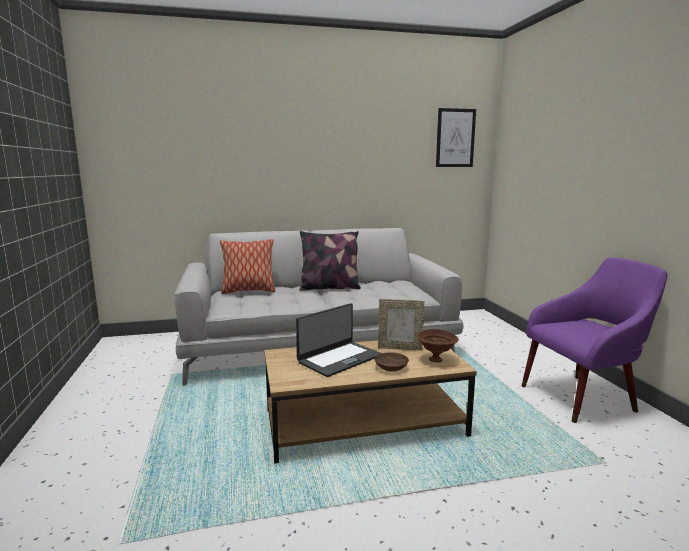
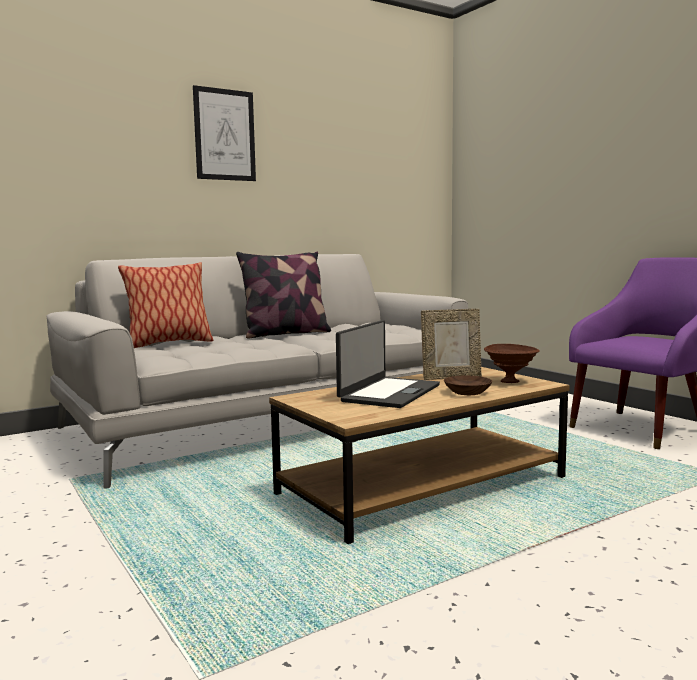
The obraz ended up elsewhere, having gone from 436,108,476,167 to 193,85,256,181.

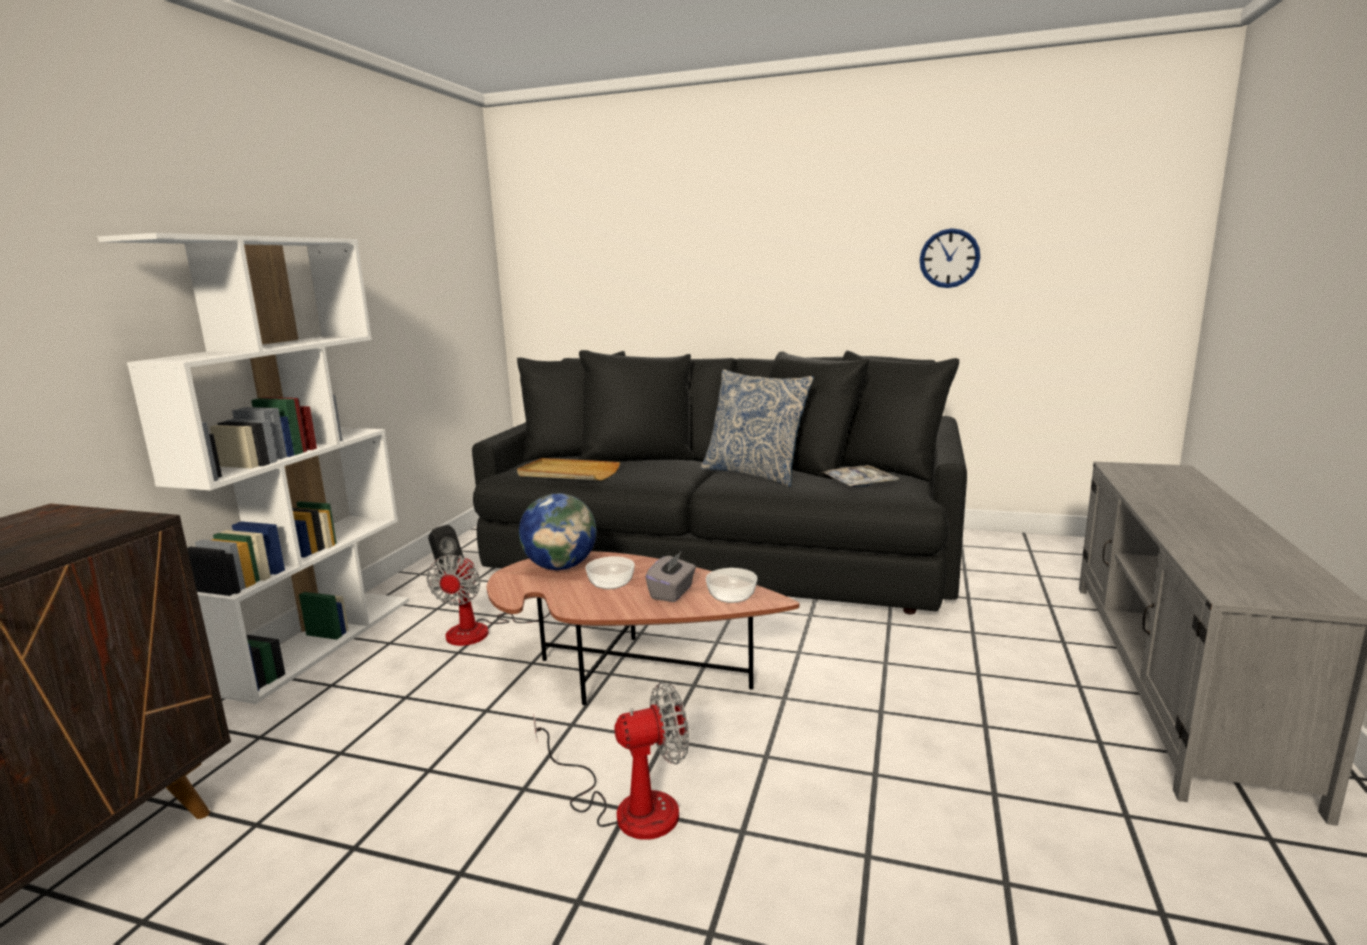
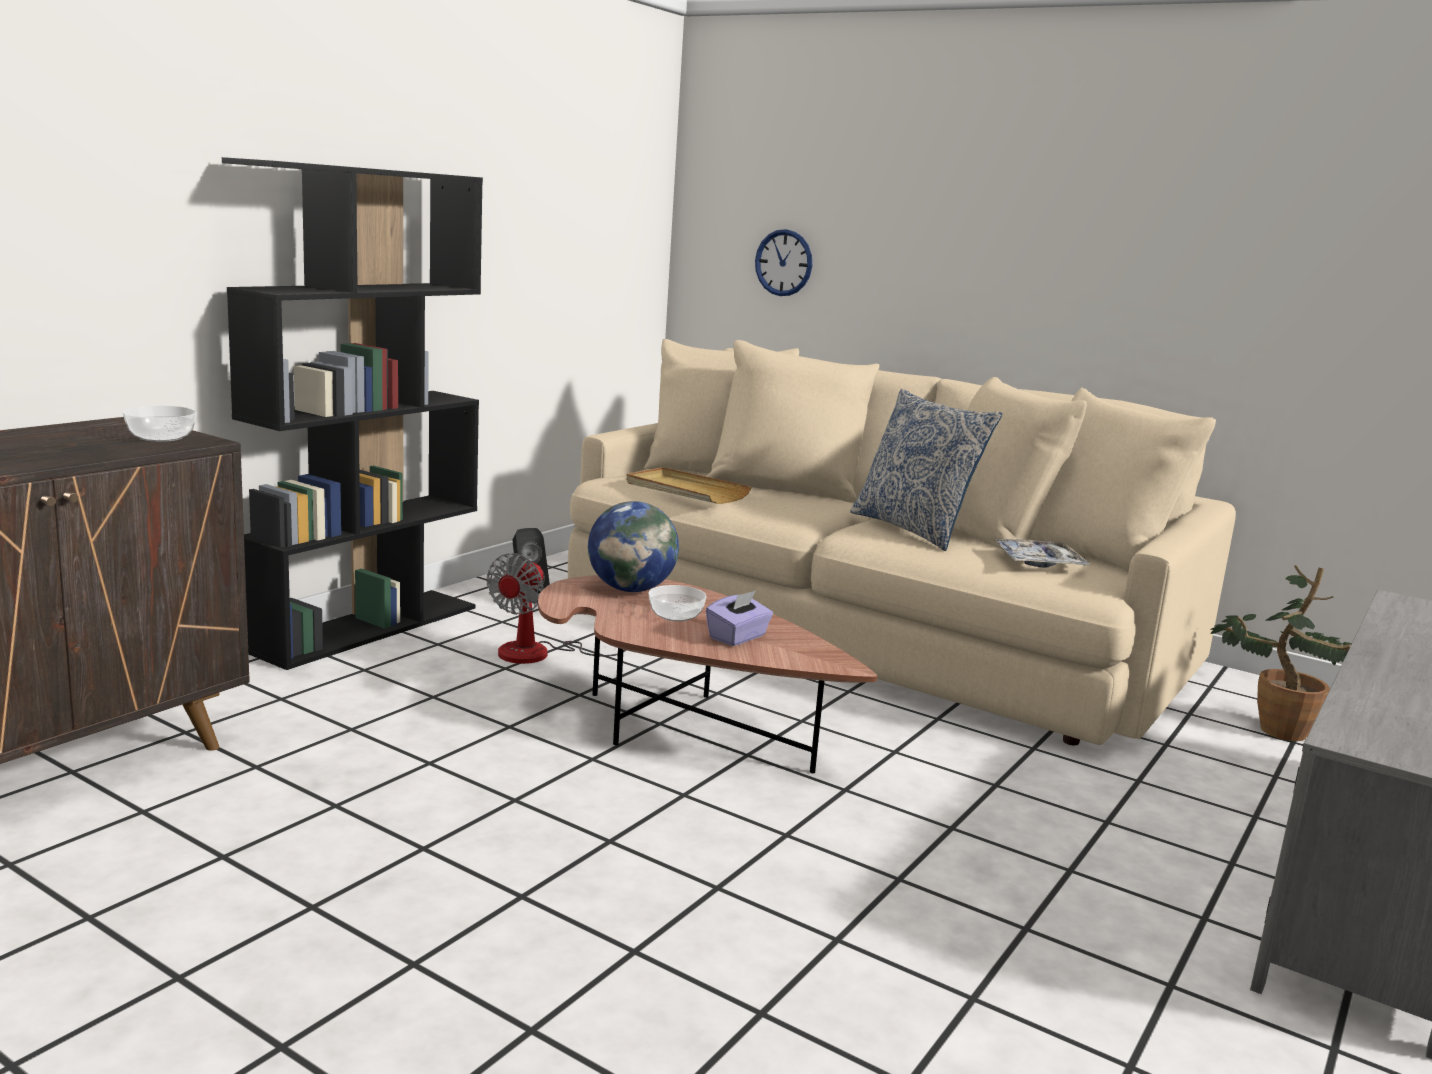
The miska ended up elsewhere, having gone from 706,568,757,603 to 123,406,197,442. What was the regał (biały) at 97,233,409,704 turned into the regał (czarny) at 222,157,483,670. What was the kanapa (czarny) at 472,350,967,614 turned into the kanapa (beżowy) at 568,339,1236,745. What was the pudełko chusteczek (szary) at 645,552,696,602 turned into the pudełko chusteczek (fioletowy) at 706,591,773,646. The zegar ścienny ended up elsewhere, having gone from 920,228,980,288 to 755,229,812,296. The second view gained the roślina doniczkowa at 1210,565,1352,741. The second view lost the wentylator at 533,682,689,840.

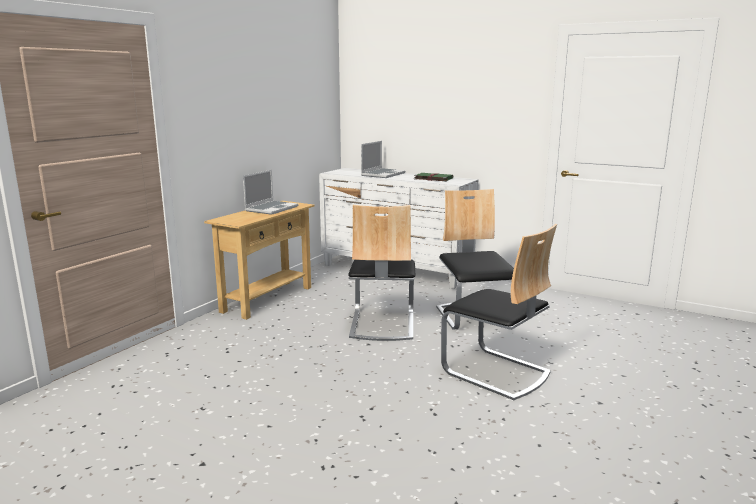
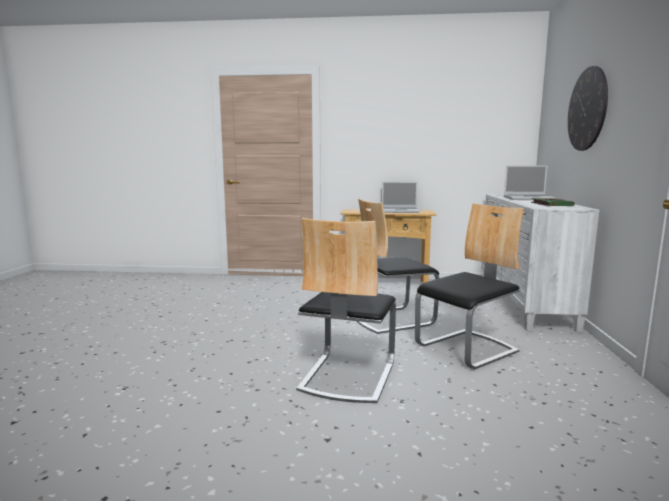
The second view gained the zegar ścienny at 568,66,608,151.

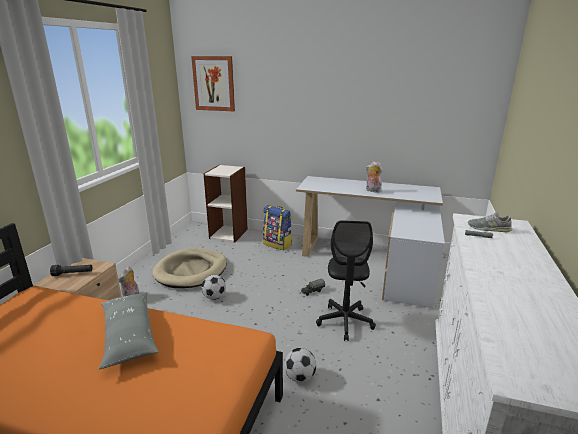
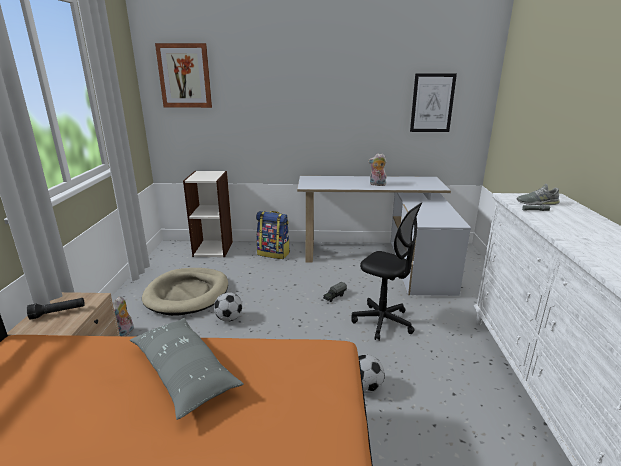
The krzesło biurowe (czarny) at 316,220,376,341 ended up facing another way, 45 degrees counterclockwise from before. The second view gained the obraz at 410,73,457,132.

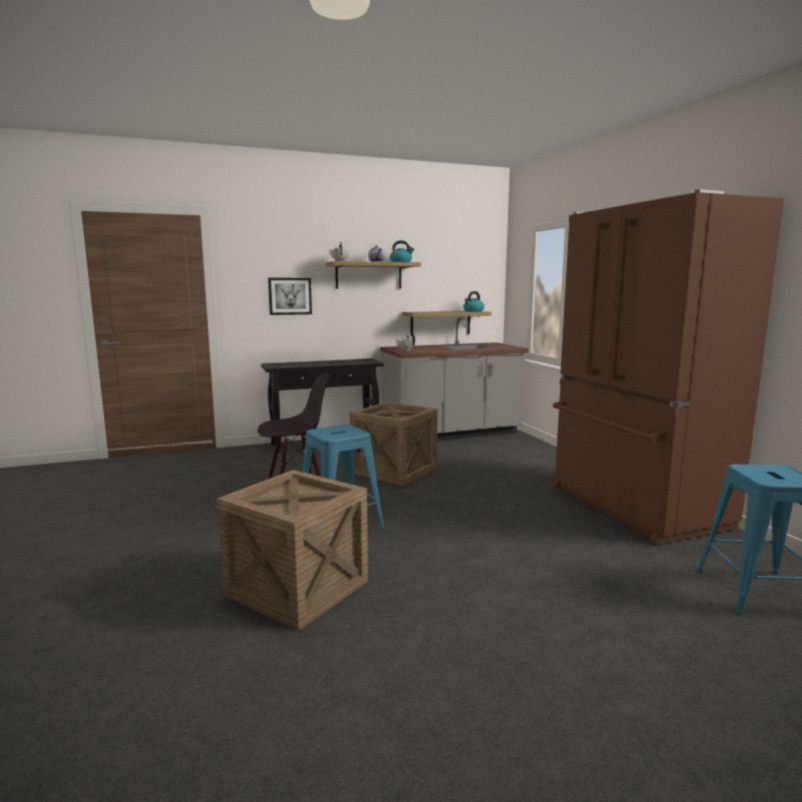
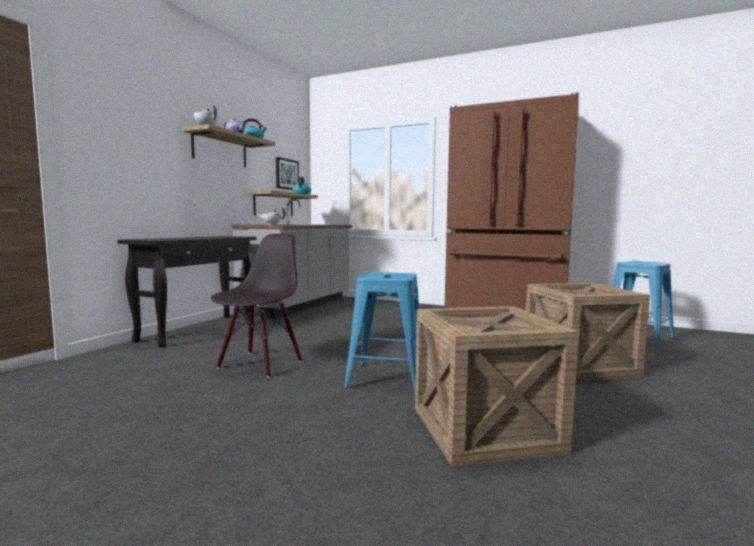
The obraz ended up elsewhere, having gone from 268,278,312,315 to 276,157,299,190. The skrzynka ended up elsewhere, having gone from 350,402,438,486 to 526,283,650,381.

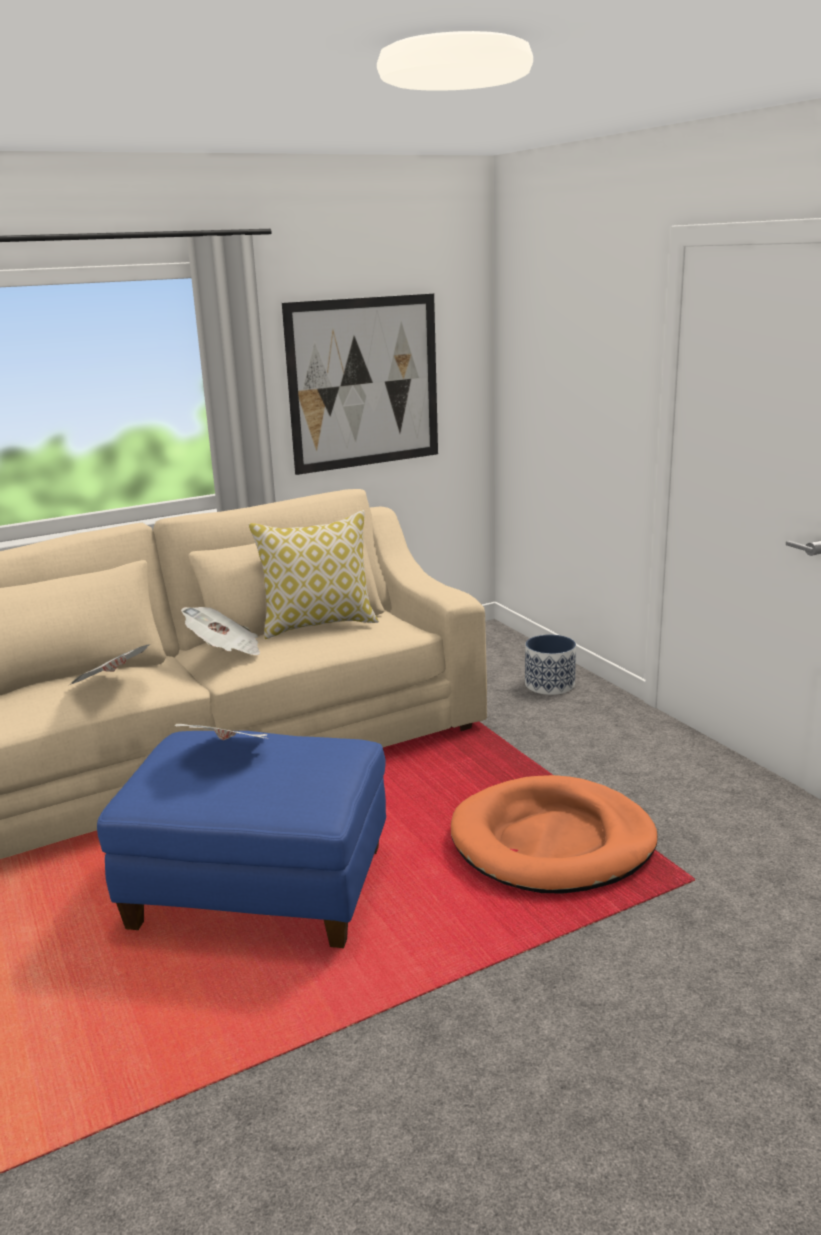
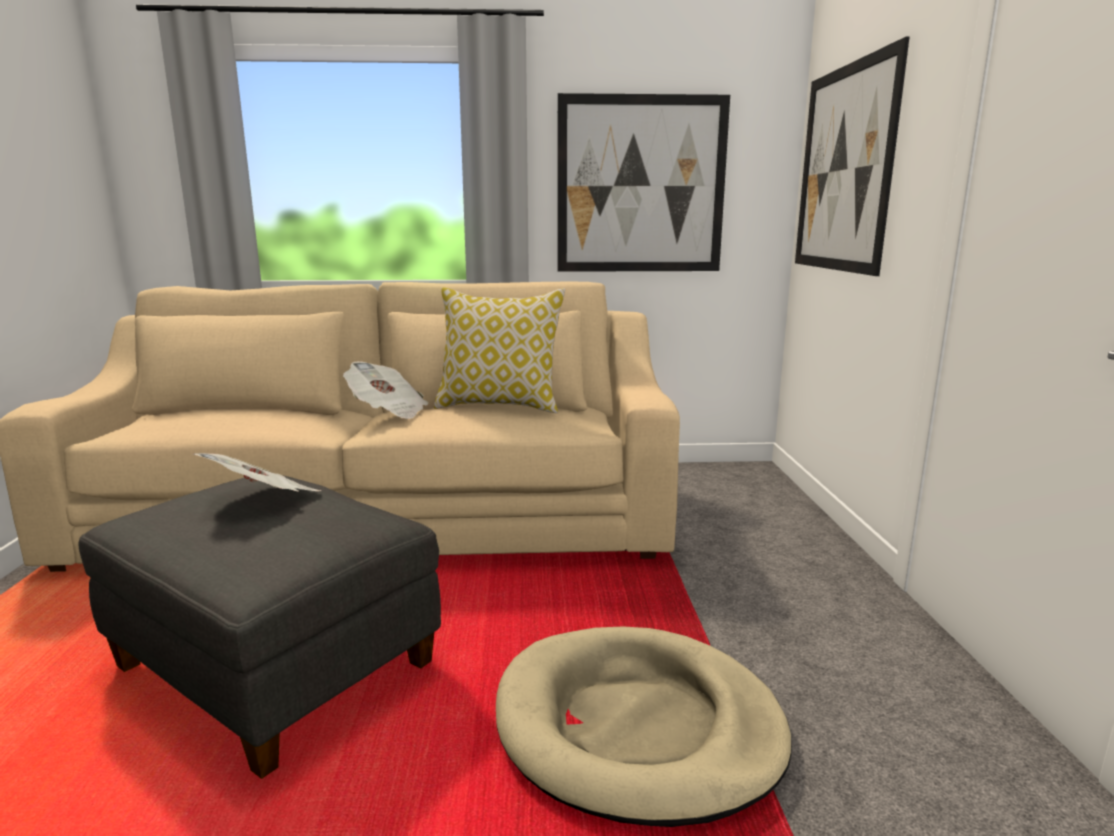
What was the pufa (niebieski) at 97,731,386,948 turned into the pufa (szary) at 79,476,441,779. What was the legowisko (pomarańczowy) at 451,775,658,894 turned into the legowisko (beżowy) at 496,626,792,827. The second view gained the obraz at 795,37,909,276. The second view lost the gazeta at 70,644,150,685. The second view lost the donica at 525,634,576,695.

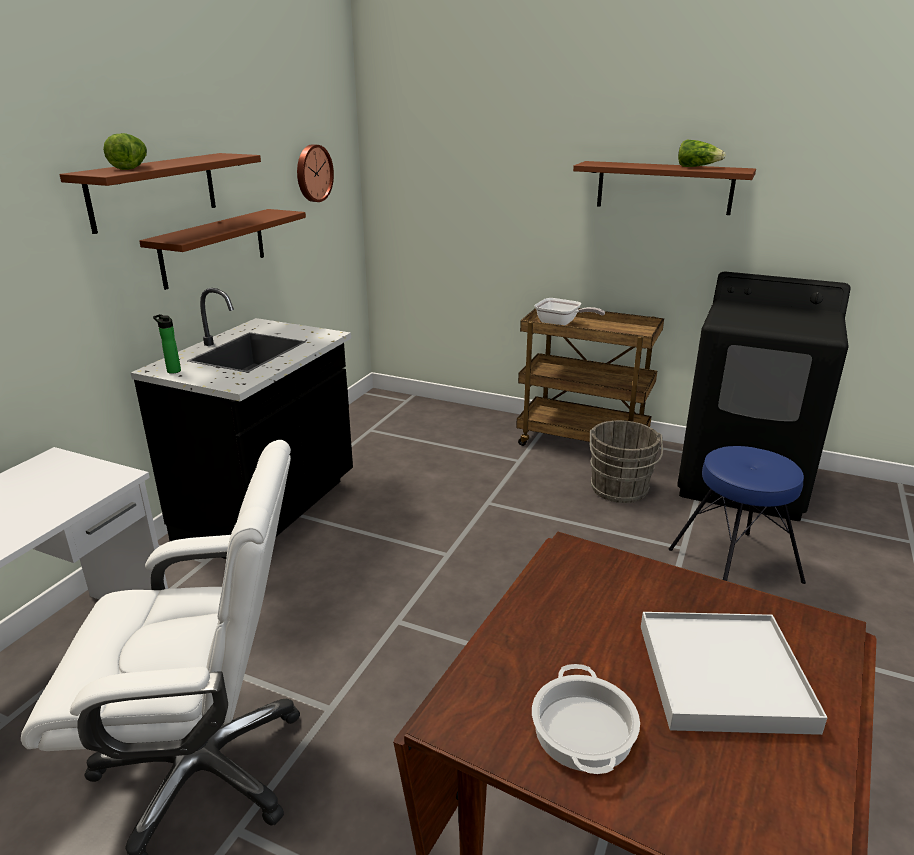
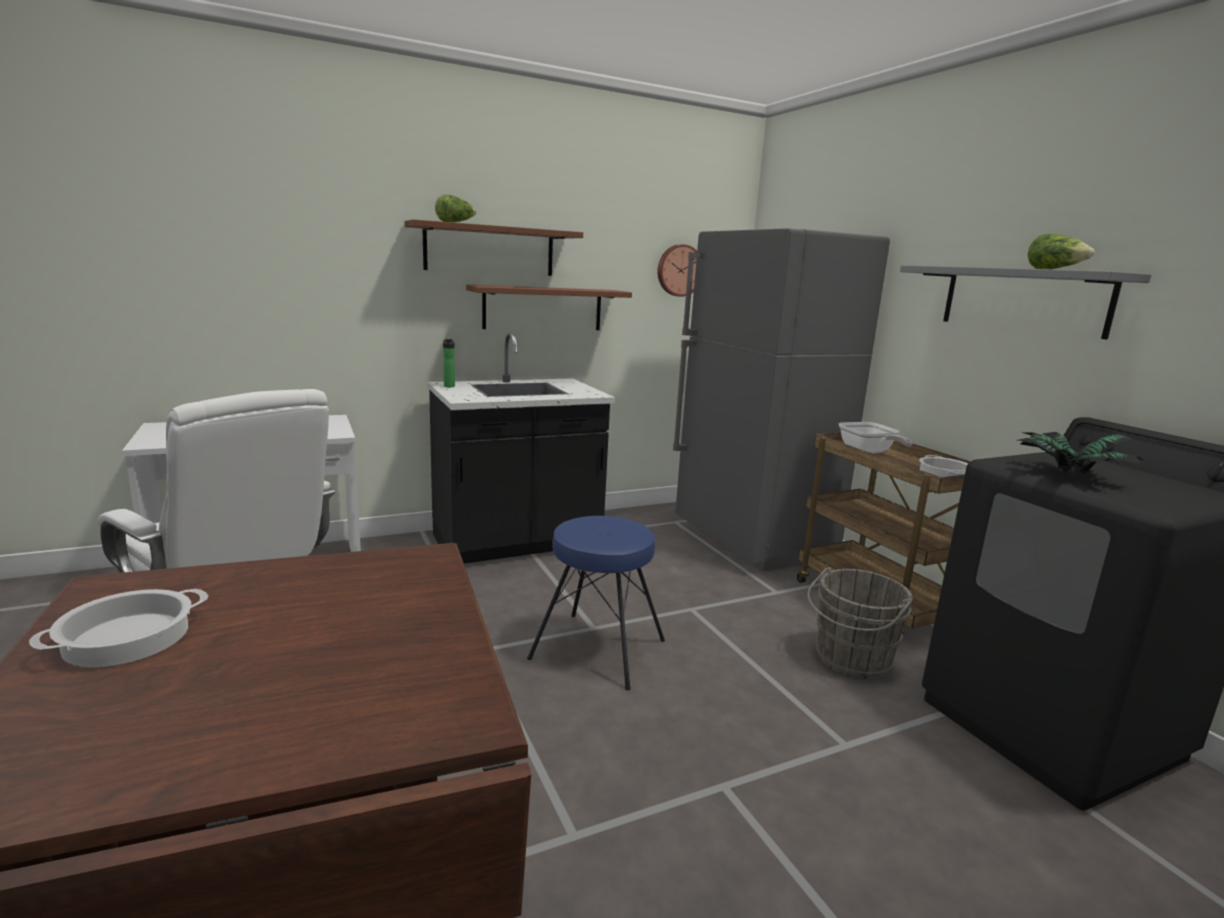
The stołek (niebieski) ended up elsewhere, having gone from 669,446,806,584 to 527,516,665,691. The second view gained the lodówka (szary) at 673,228,890,571. What was the półka (brązowy) at 573,161,756,215 turned into the półka (szary) at 900,265,1151,340. The second view gained the garnek at 919,455,968,477. The second view gained the roślina doniczkowa at 1018,432,1144,474. The second view lost the taca (biały) at 641,612,827,735.

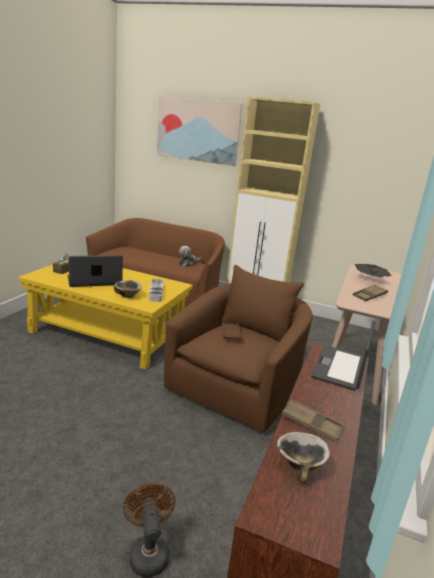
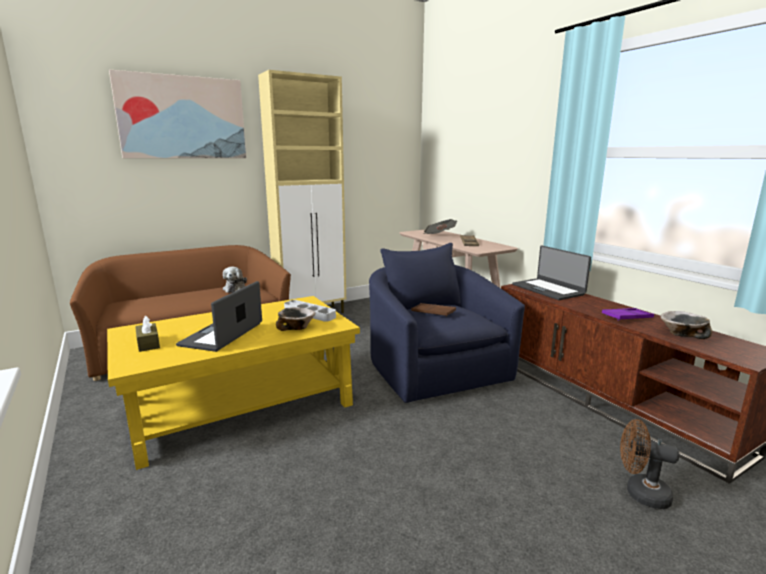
What was the fotel (brązowy) at 164,265,313,432 turned into the fotel (niebieski) at 369,243,525,403. What was the taca (brązowy) at 282,399,344,442 turned into the taca (fioletowy) at 602,308,654,321.

